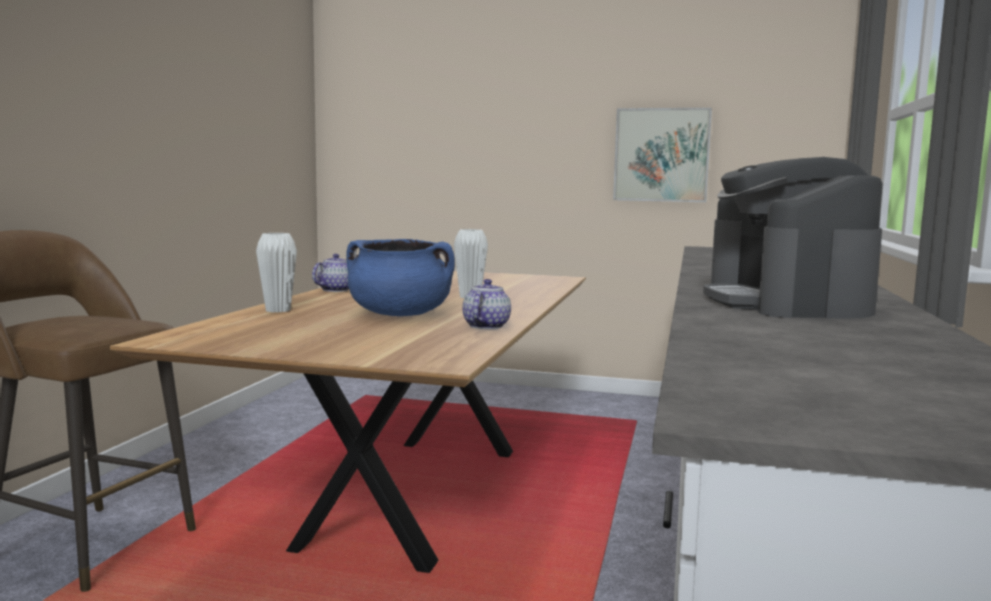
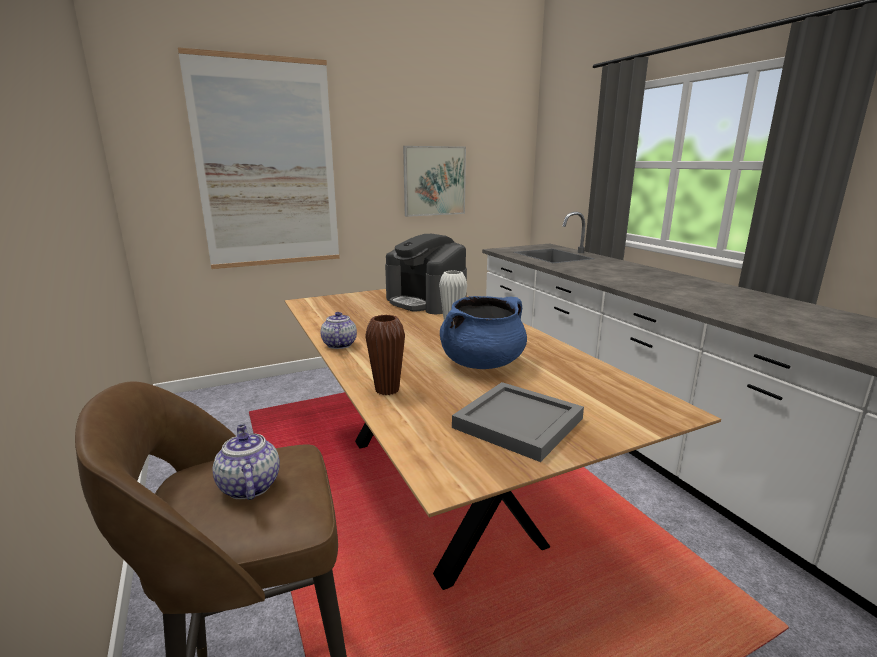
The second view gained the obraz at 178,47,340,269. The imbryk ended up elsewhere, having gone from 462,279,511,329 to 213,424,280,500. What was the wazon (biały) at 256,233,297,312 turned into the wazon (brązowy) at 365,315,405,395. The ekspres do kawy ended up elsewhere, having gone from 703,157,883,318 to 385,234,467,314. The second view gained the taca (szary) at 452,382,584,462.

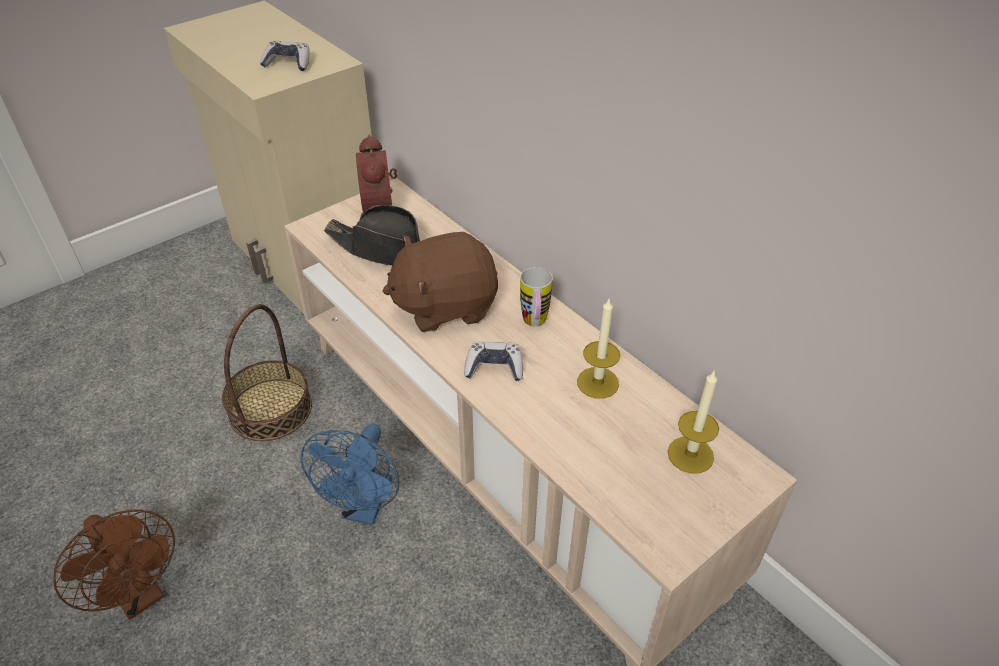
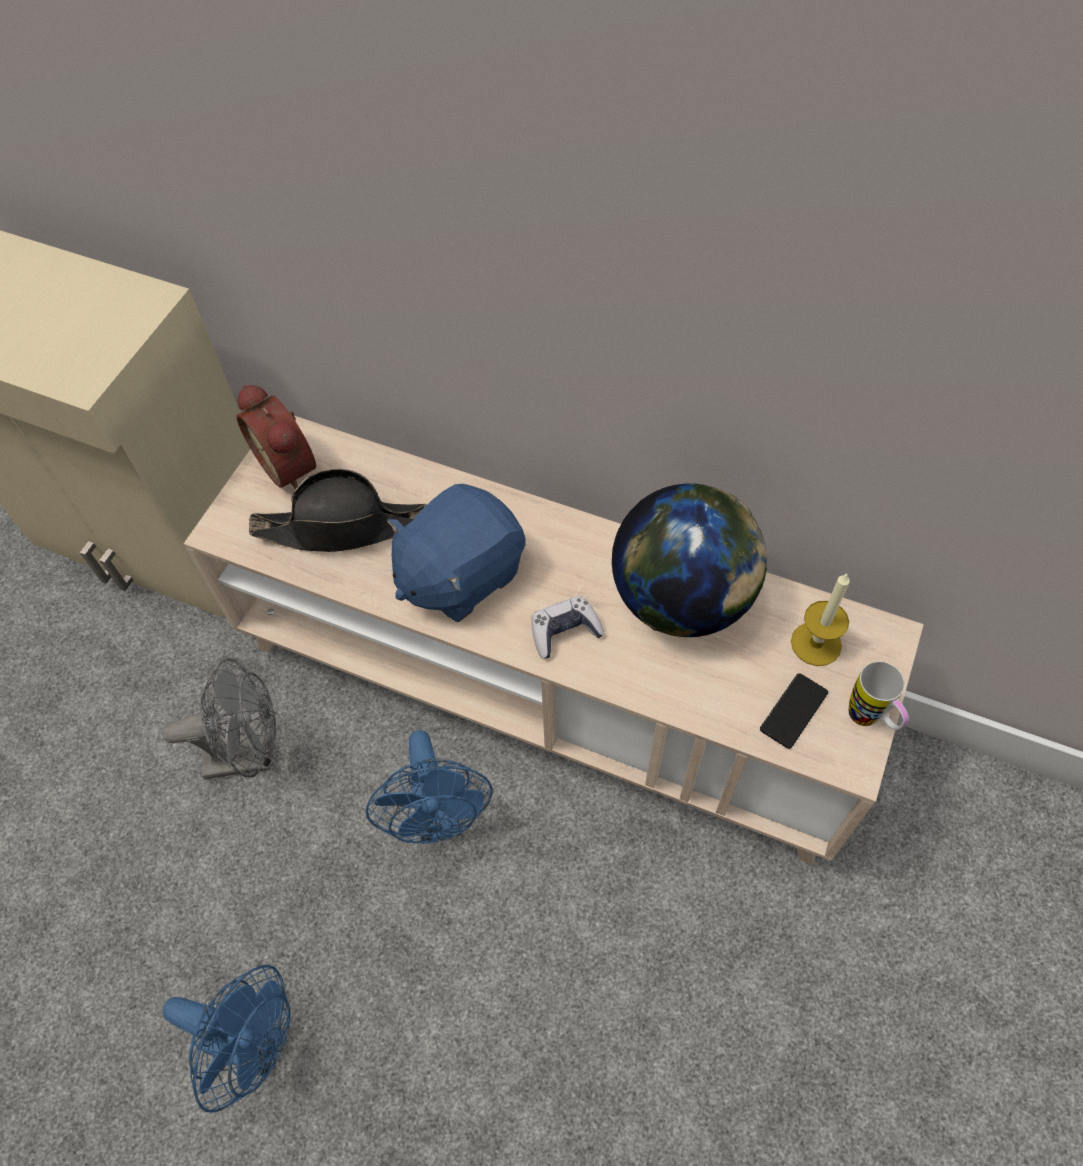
What was the wentylator (brązowy) at 53,510,175,620 turned into the wentylator (niebieski) at 162,965,290,1113. Where the koszyk stood at 222,304,312,441, the wentylator (szary) came to stand at 163,658,276,779. What was the pluszak (brązowy) at 382,232,498,332 turned into the pluszak (niebieski) at 387,484,525,622. Where the świeca stood at 577,299,620,399, the globus came to stand at 612,483,767,637. The second view gained the telefon at 760,673,828,749. The kubek ended up elsewhere, having gone from 520,267,553,327 to 849,661,909,730. The second view lost the pad do gier at 260,41,309,71.

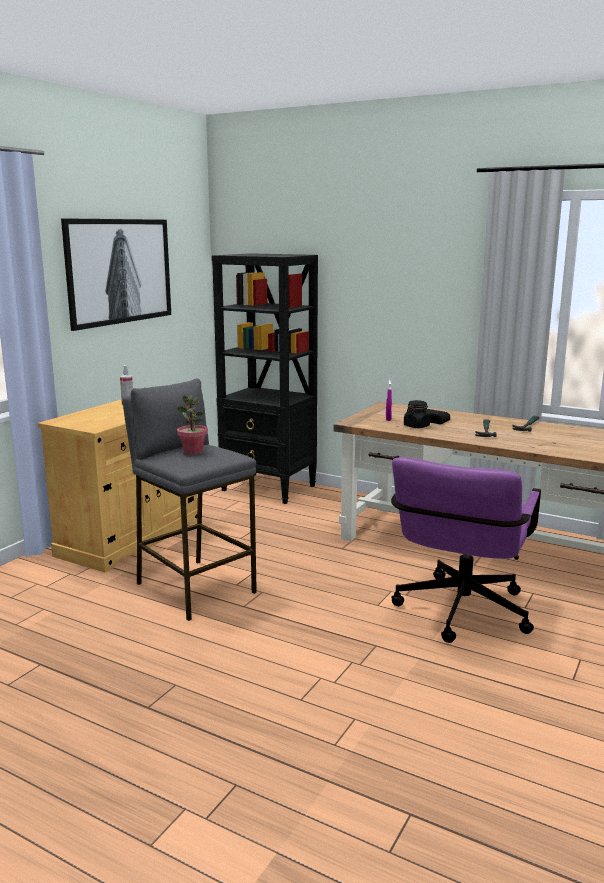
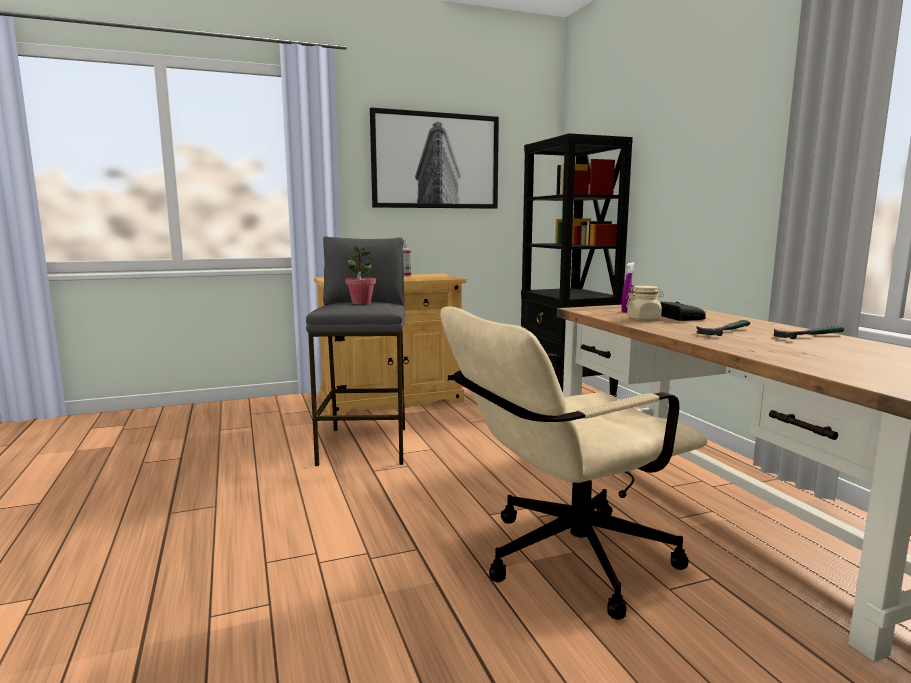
What was the krzesło biurowe (fioletowy) at 391,457,541,643 turned into the krzesło biurowe (beżowy) at 440,306,707,620. What was the słoik (czarny) at 404,400,430,428 turned into the słoik (beżowy) at 626,286,664,320.

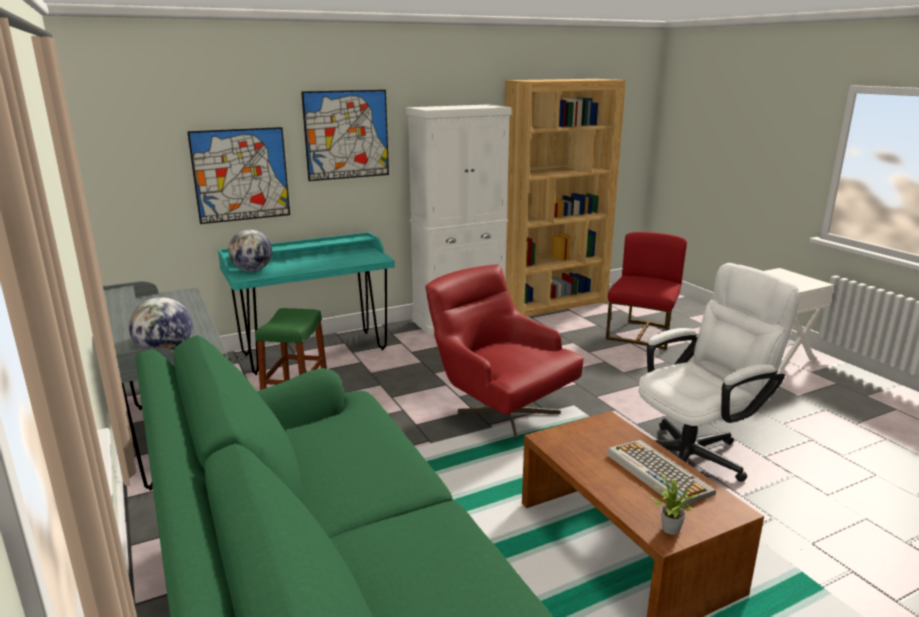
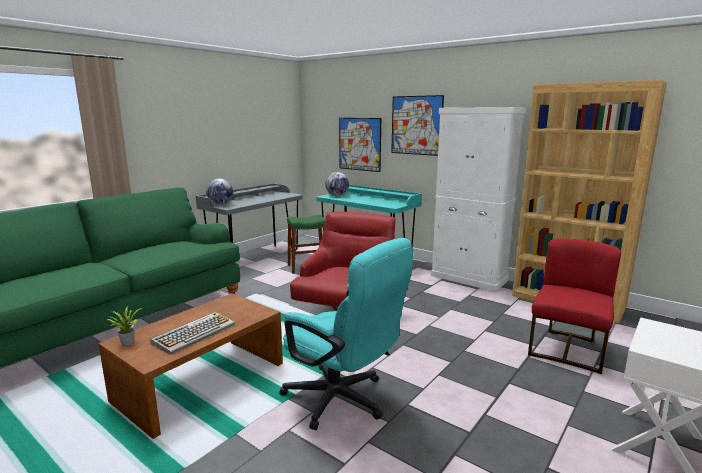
What was the krzesło biurowe (biały) at 639,263,799,482 turned into the krzesło biurowe (turkusowy) at 279,238,413,430. The krzesło (czerwony) at 606,232,687,350 ended up facing another way, 60 degrees counterclockwise from before.

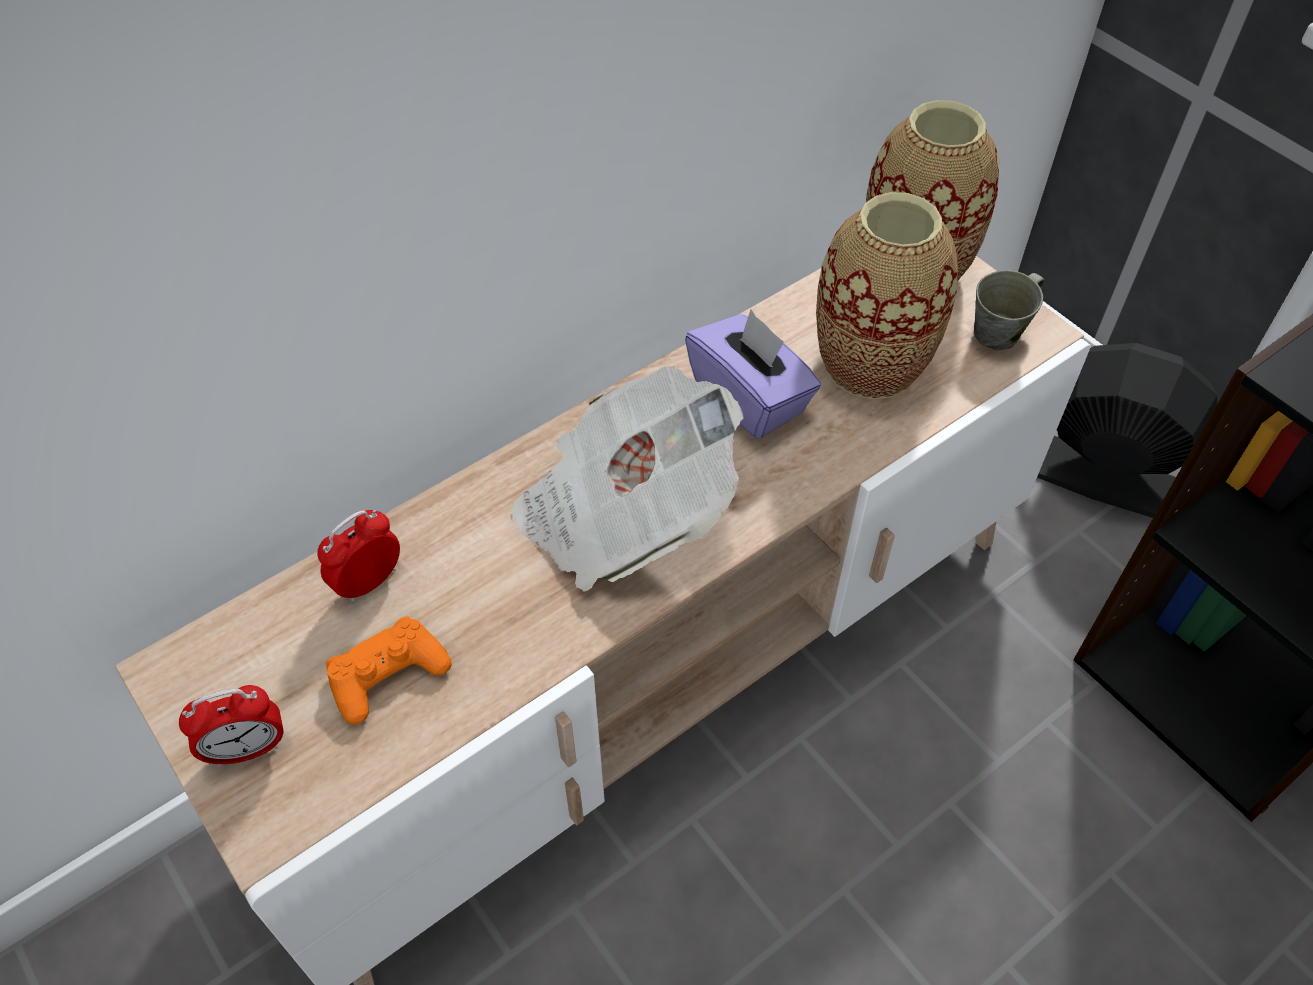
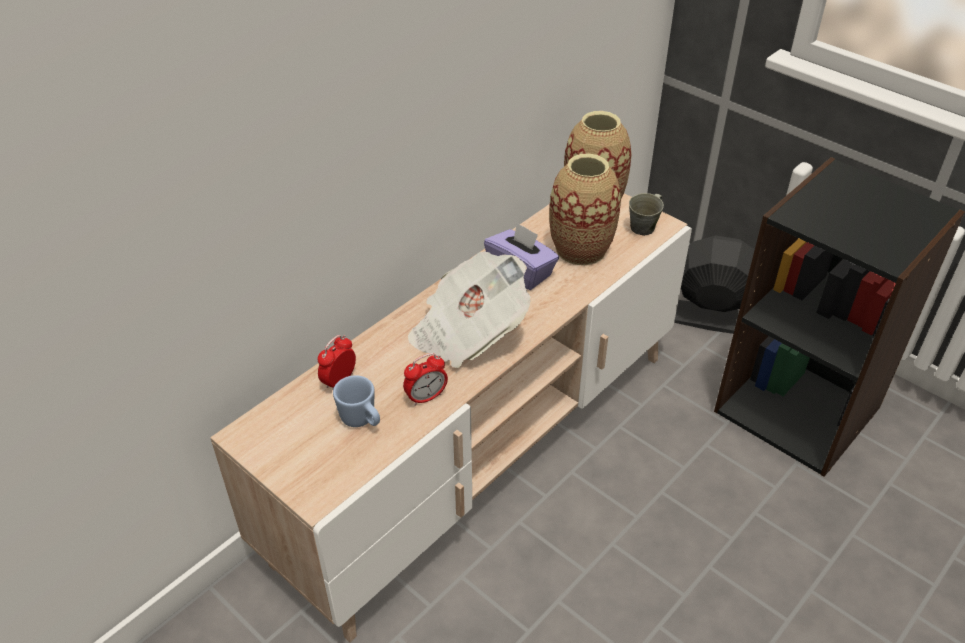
Where the pad do gier (pomarańczowy) stood at 326,616,452,725, the kubek (niebieski) came to stand at 333,375,380,427. The budzik ended up elsewhere, having gone from 179,685,283,767 to 403,353,448,406.

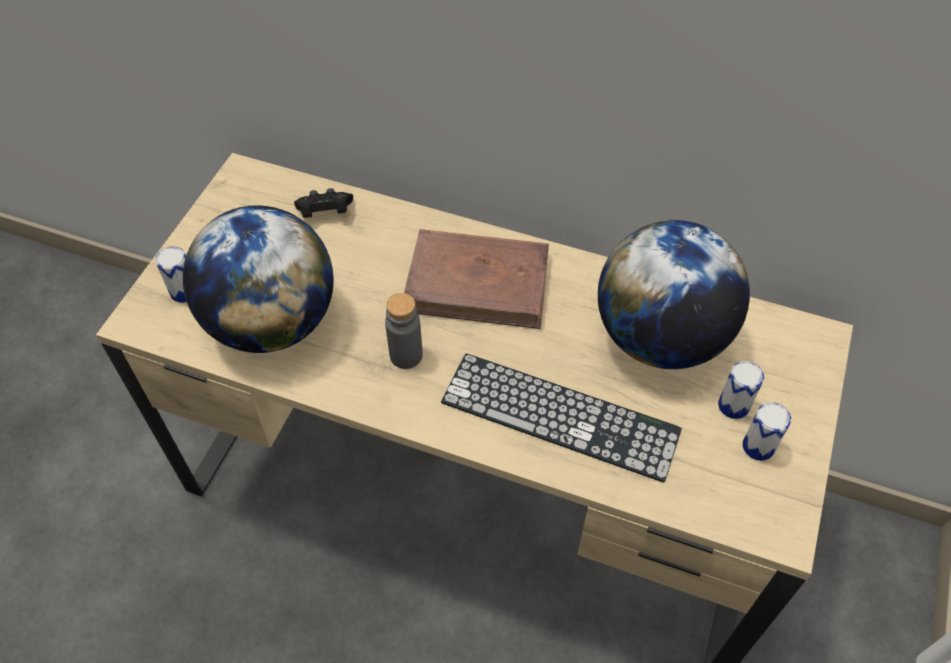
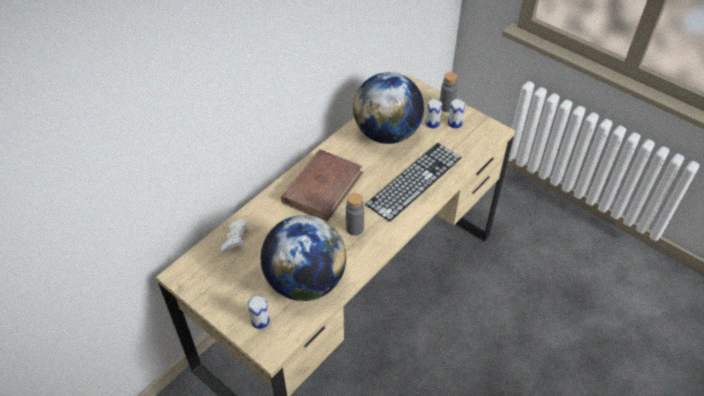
What was the pad do gier (czarny) at 294,188,353,218 turned into the pad do gier (biały) at 221,219,249,253. The second view gained the butelka (szary) at 440,72,458,112.

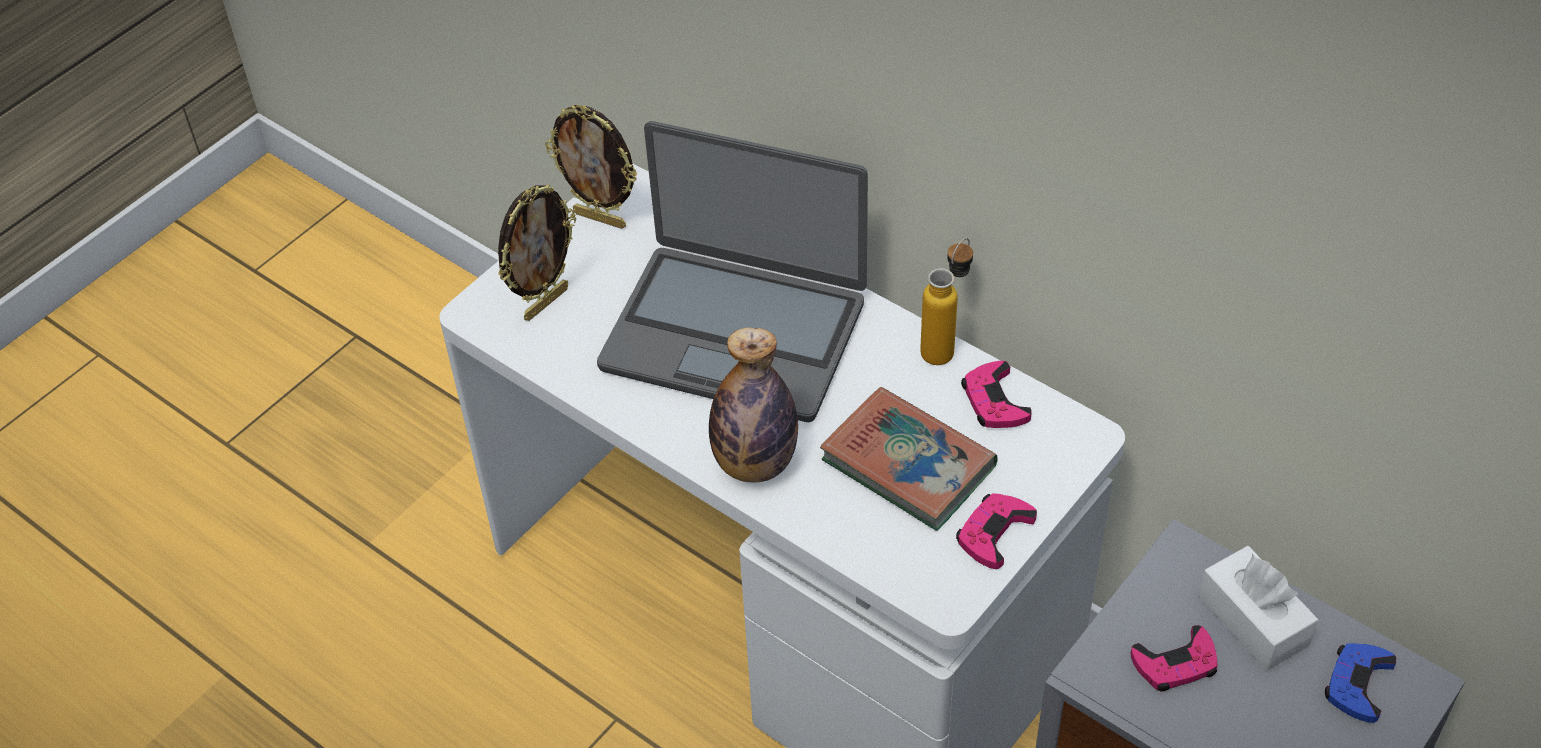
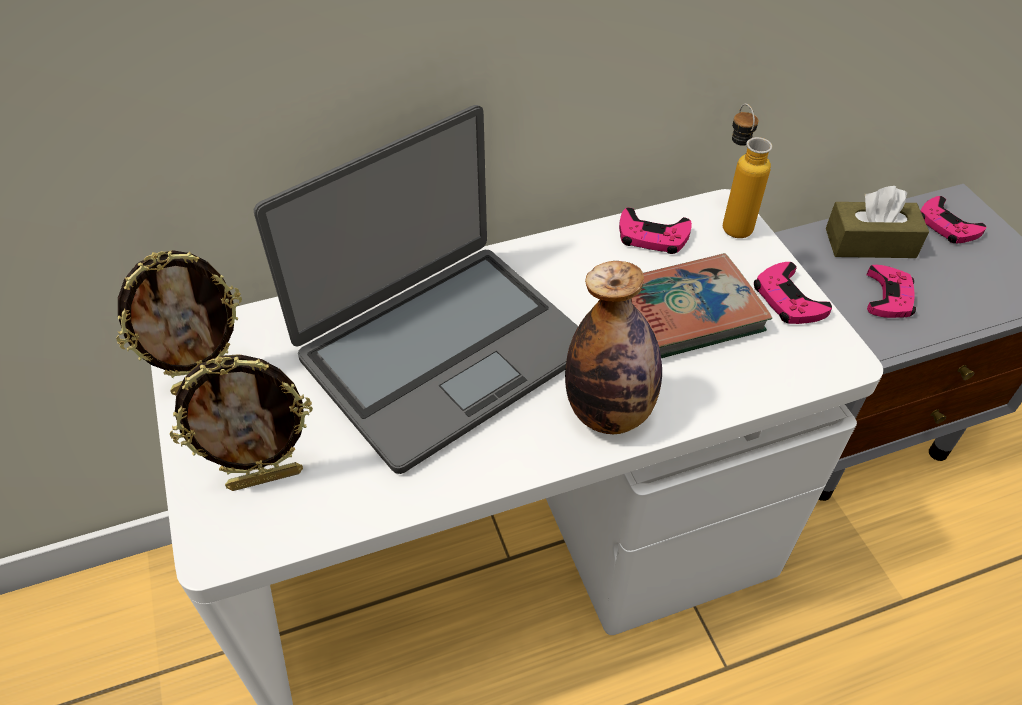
The ramka na zdjęcie at 498,184,576,321 ended up facing another way, 90 degrees clockwise from before. The butelka ended up elsewhere, having gone from 920,238,973,365 to 723,104,772,238. What was the pudełko chusteczek (biały) at 1199,546,1318,670 turned into the pudełko chusteczek (brązowy) at 826,186,929,258. What was the pad do gier (niebieski) at 1325,643,1396,723 turned into the pad do gier (różowy) at 920,196,987,244.

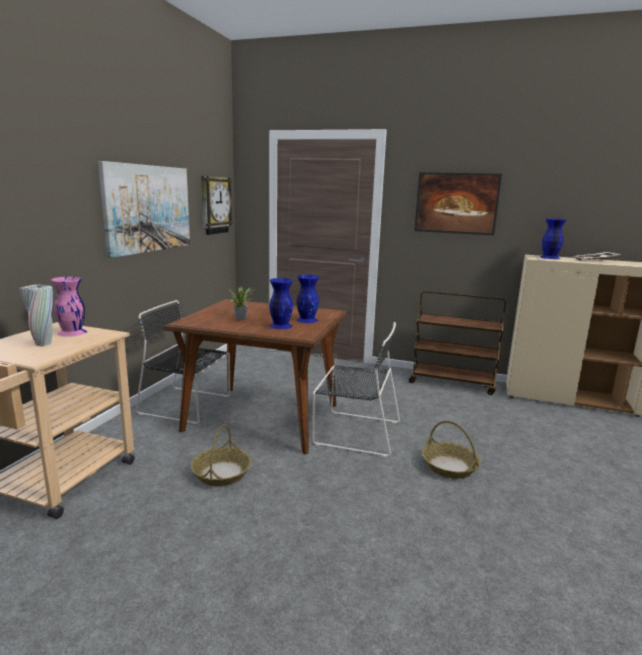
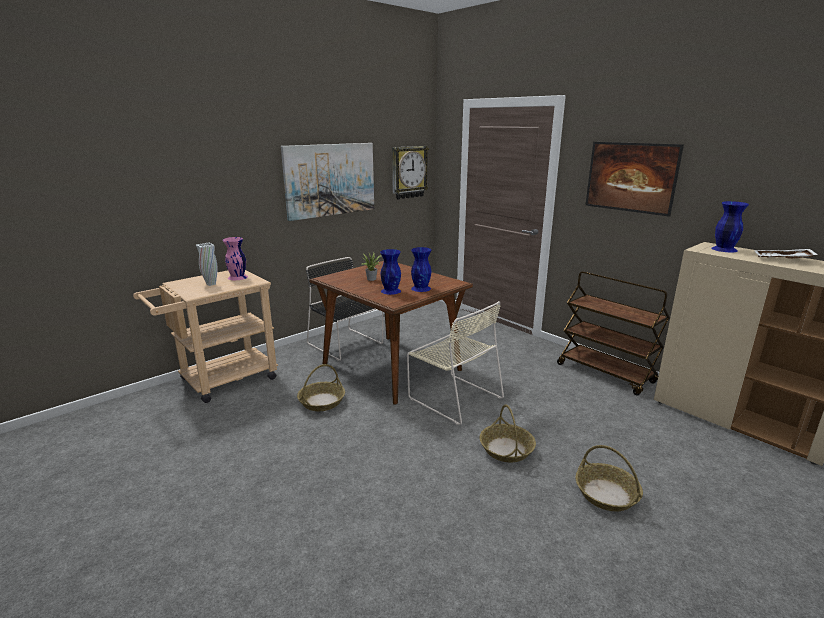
What was the krzesło (czarny) at 312,322,400,457 turned into the krzesło (beżowy) at 407,301,504,425. The second view gained the koszyk at 575,445,643,511.

